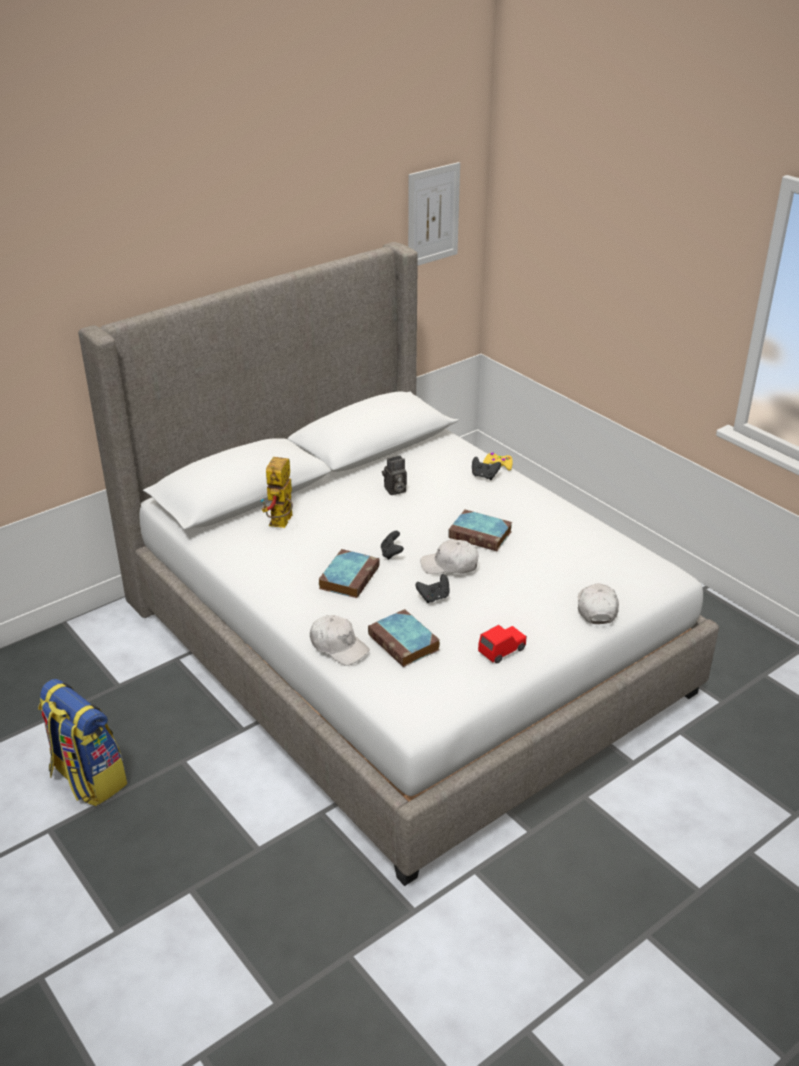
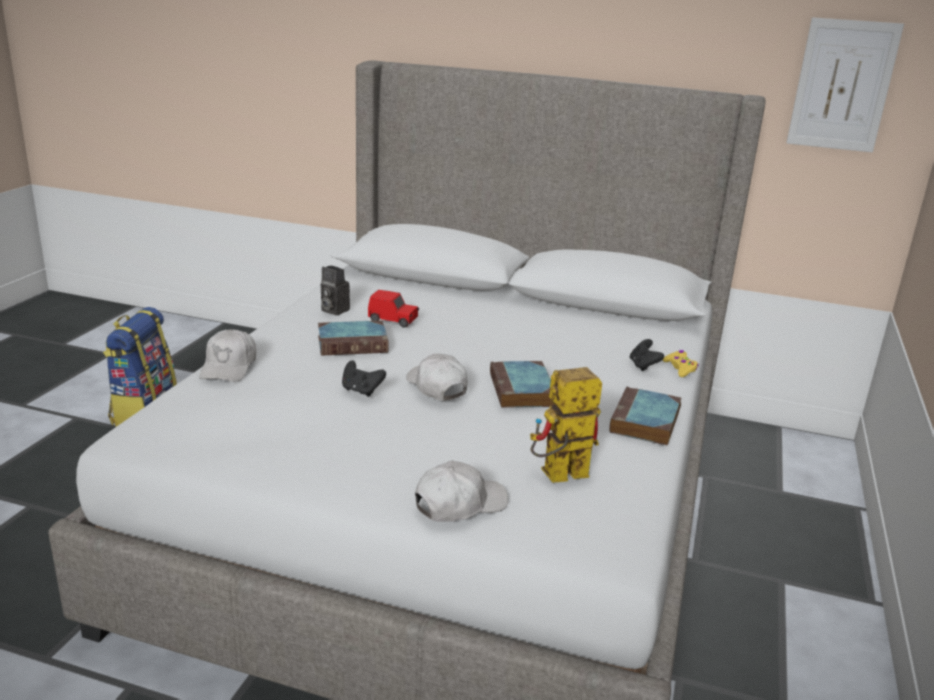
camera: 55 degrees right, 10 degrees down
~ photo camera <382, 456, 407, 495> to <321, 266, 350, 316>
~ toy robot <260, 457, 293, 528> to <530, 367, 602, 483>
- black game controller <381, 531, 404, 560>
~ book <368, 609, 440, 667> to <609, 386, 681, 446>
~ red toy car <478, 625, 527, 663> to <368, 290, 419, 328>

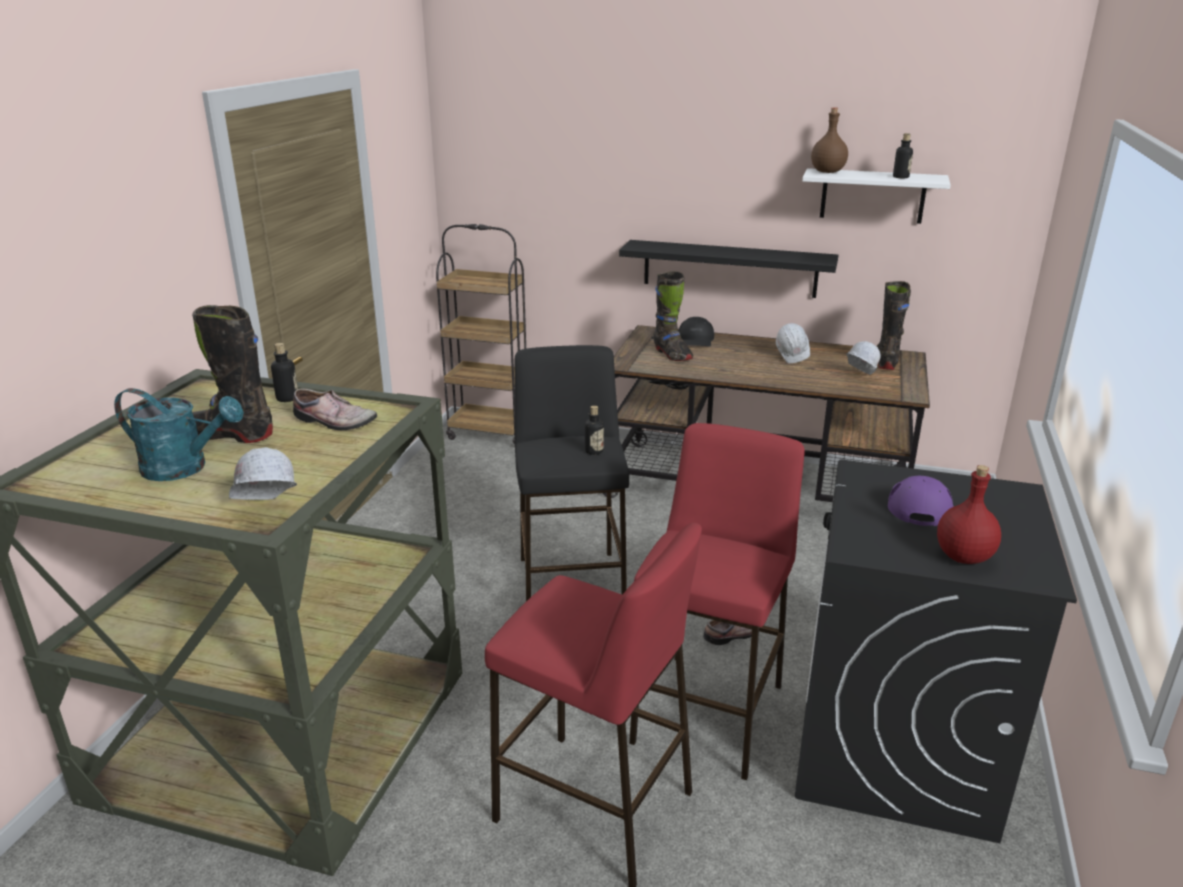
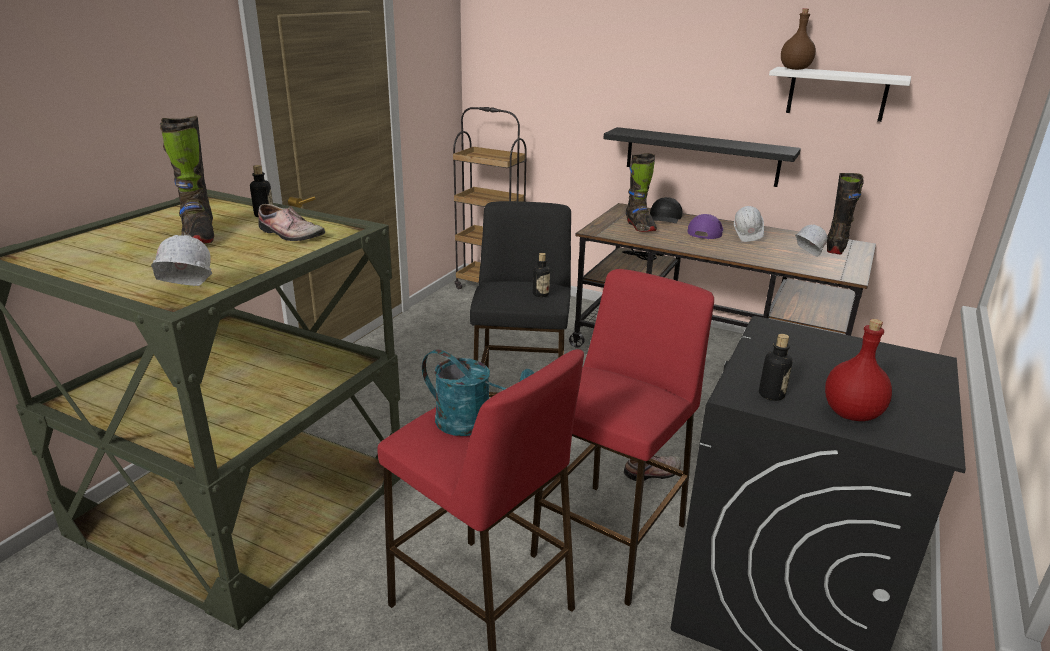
camera: 10 degrees right, 0 degrees up
~ bottle <893, 133, 913, 178> to <759, 334, 792, 401>
~ black boot <192, 305, 273, 443> = <160, 116, 214, 243> 135 degrees counterclockwise
~ turquoise watering can <114, 388, 244, 481> to <422, 349, 534, 436>
~ purple cap <888, 476, 953, 526> to <687, 214, 723, 239>

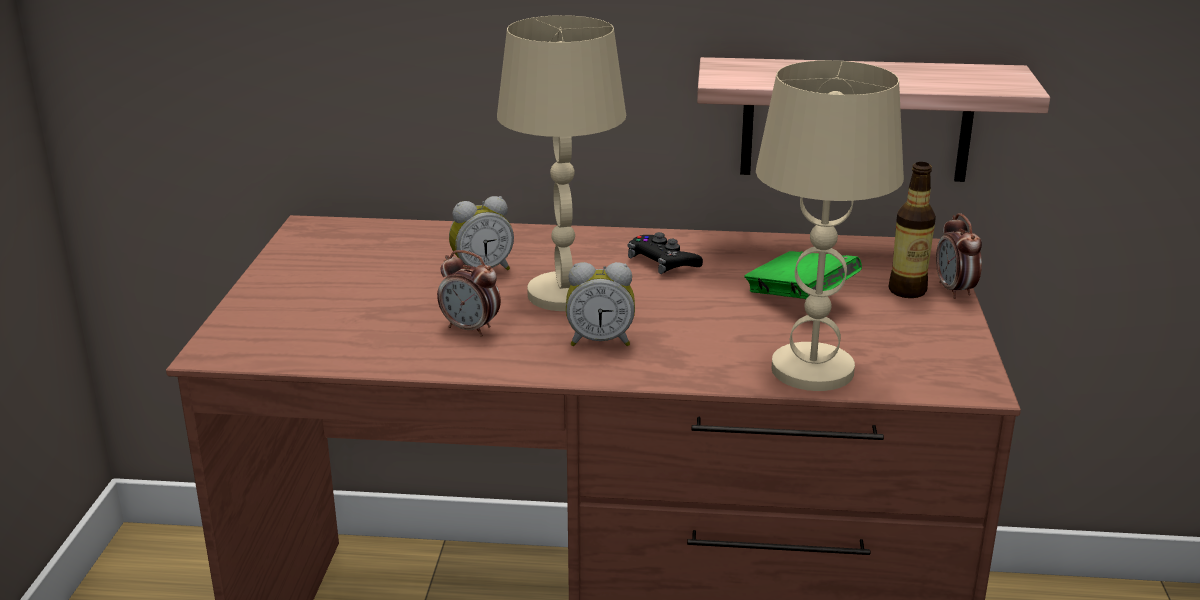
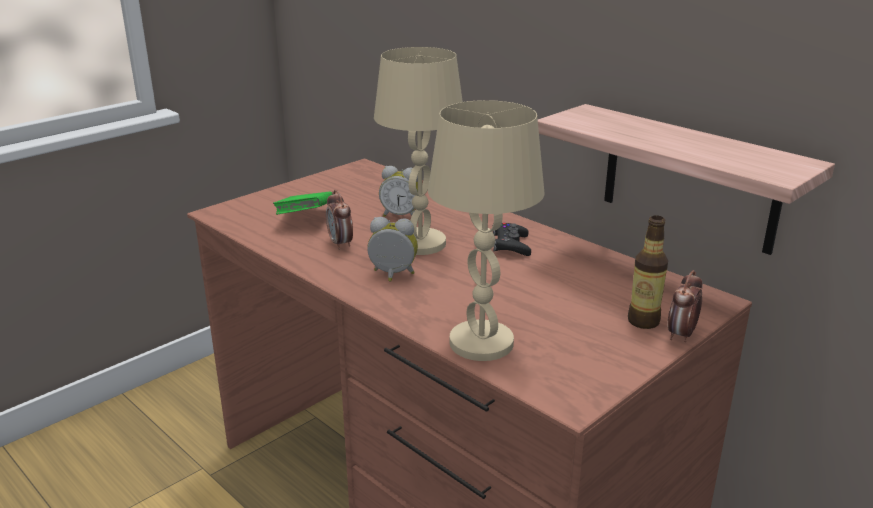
camera: 40 degrees right, 0 degrees up
~ green book <744, 251, 862, 299> to <273, 192, 333, 215>
~ alarm clock <566, 262, 635, 346> = <367, 217, 418, 281> 150 degrees clockwise

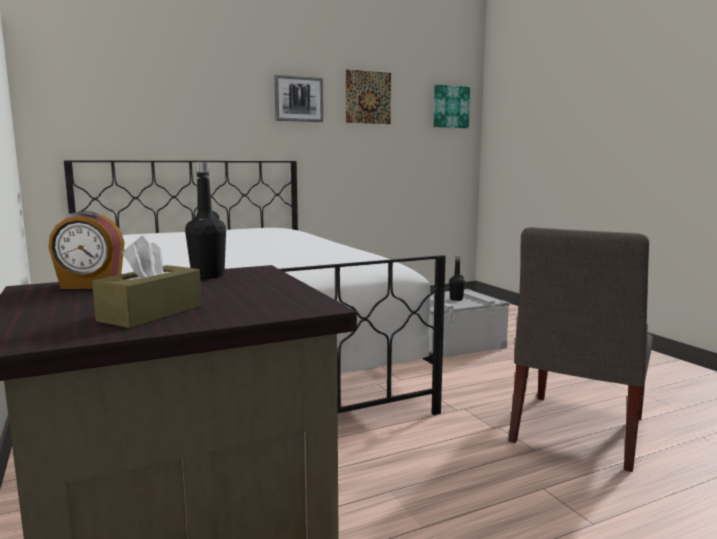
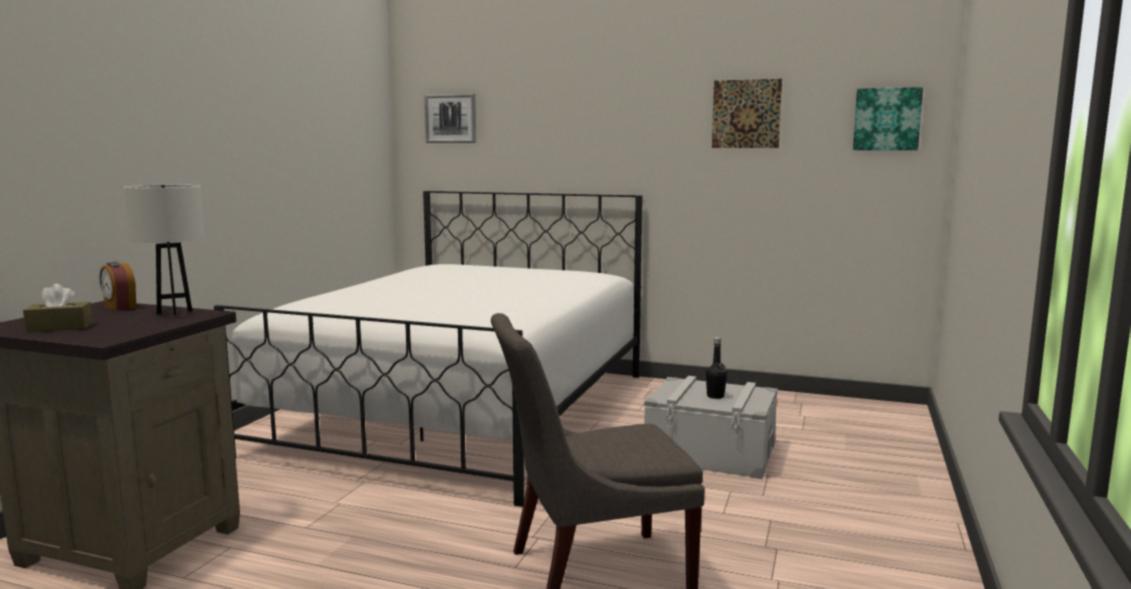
camera: 45 degrees right, 0 degrees up
~ picture <274, 75, 323, 122> to <424, 94, 476, 143>
~ black bottle <185, 162, 226, 279> to white table lamp <124, 185, 205, 316>

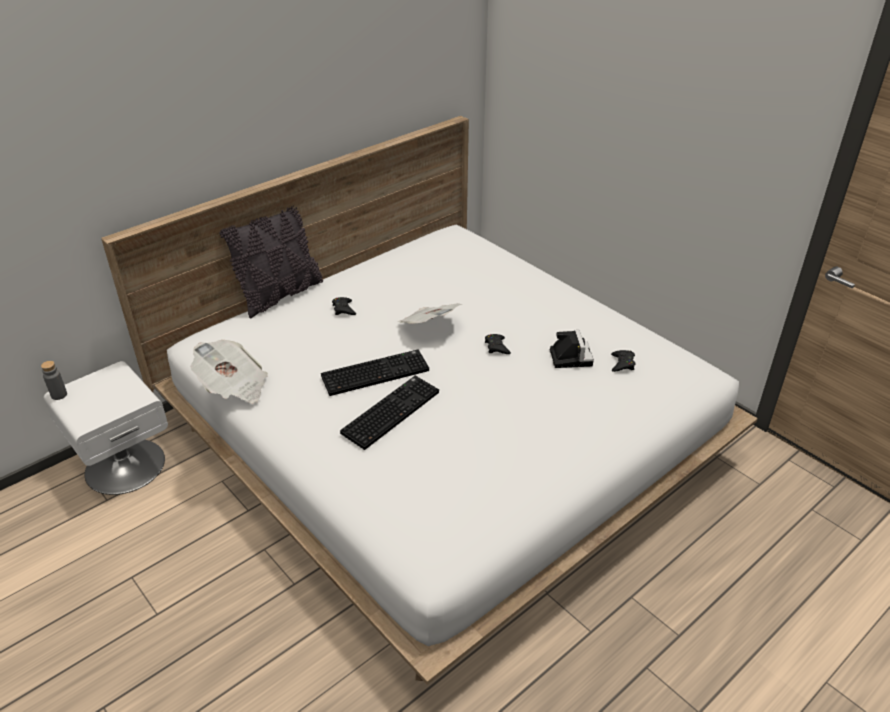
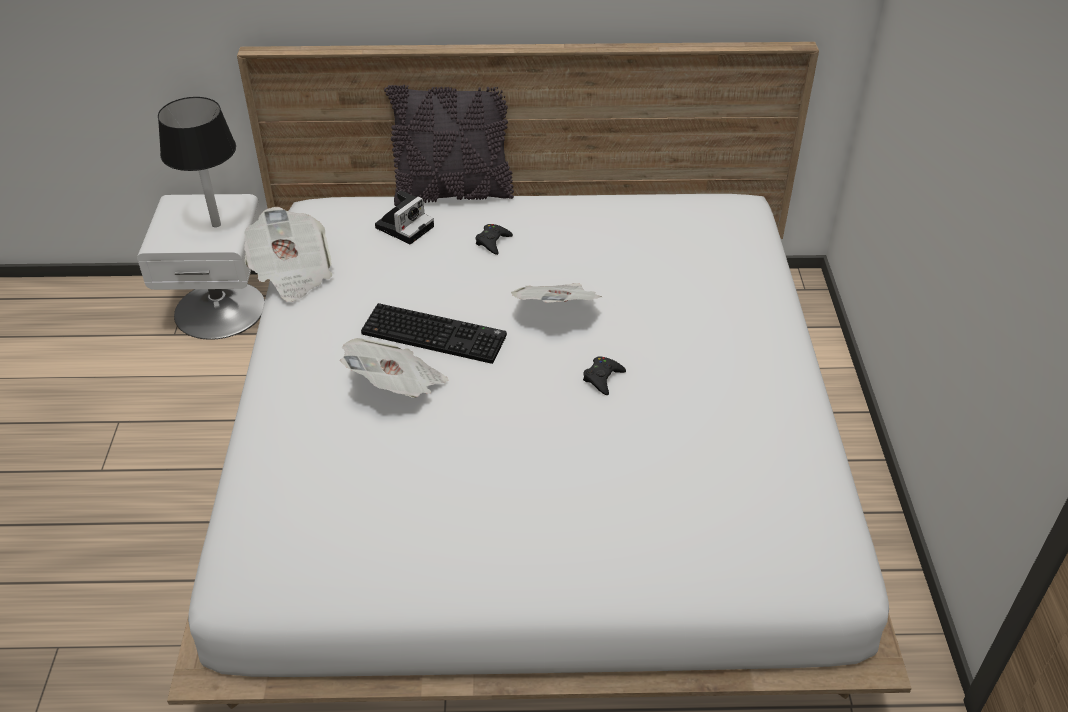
camera: 40 degrees right, 5 degrees up
~ photo camera <550, 330, 594, 368> to <375, 191, 434, 245>
- black game controller <611, 350, 635, 372>
- grey bottle <41, 361, 67, 400>
~ keyboard <340, 376, 439, 450> to newspaper <340, 338, 448, 398>
+ black table lamp <158, 97, 236, 227>

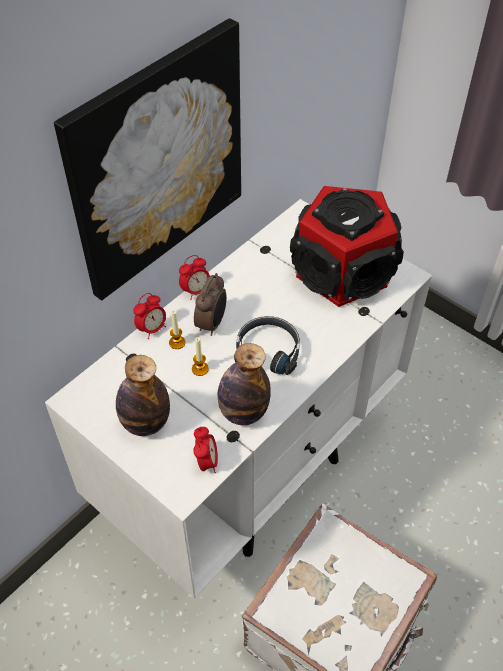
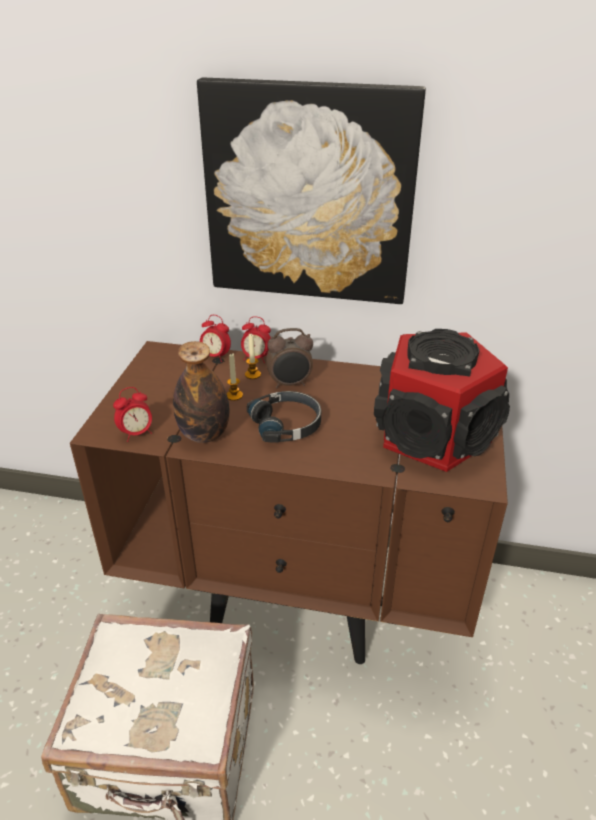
camera: 60 degrees right, 15 degrees down
~ white dresser <45, 199, 432, 598> to brown dresser <70, 341, 508, 664>
~ alarm clock <179, 255, 210, 300> to <200, 315, 231, 362>
- bottle <116, 355, 170, 436>

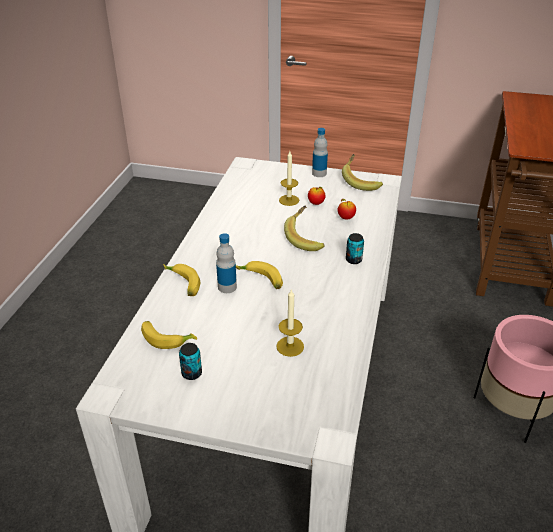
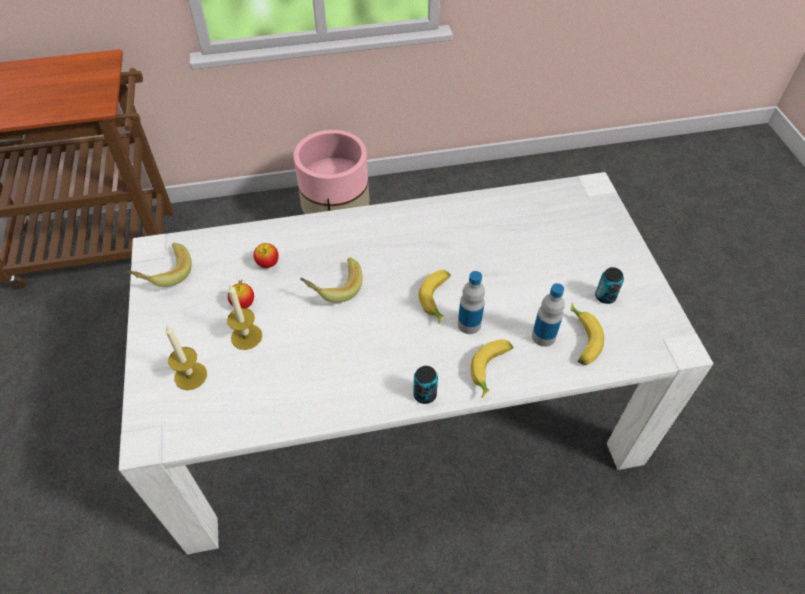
camera: 115 degrees left, 15 degrees up
~ bottle <312, 128, 328, 177> to <532, 283, 565, 347>
~ can <346, 233, 364, 264> to <413, 366, 438, 404>
~ candle <276, 289, 304, 357> to <165, 325, 207, 390>

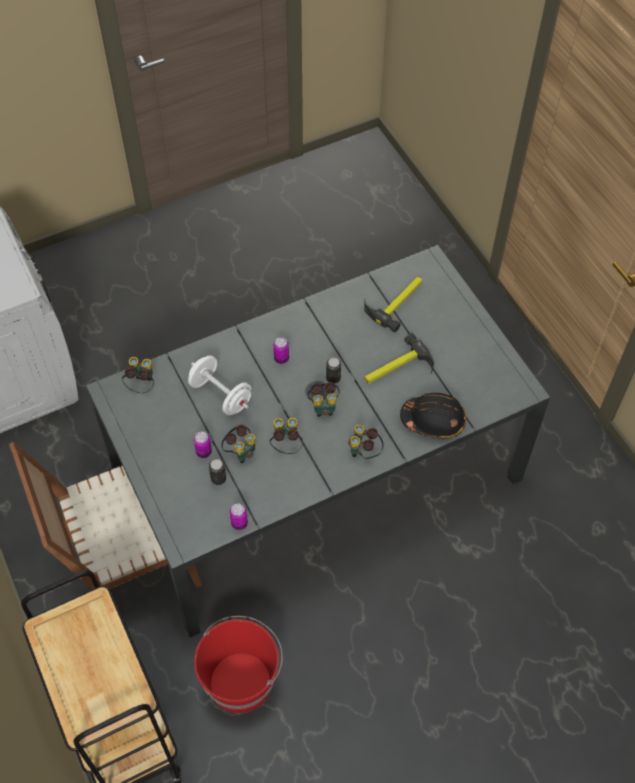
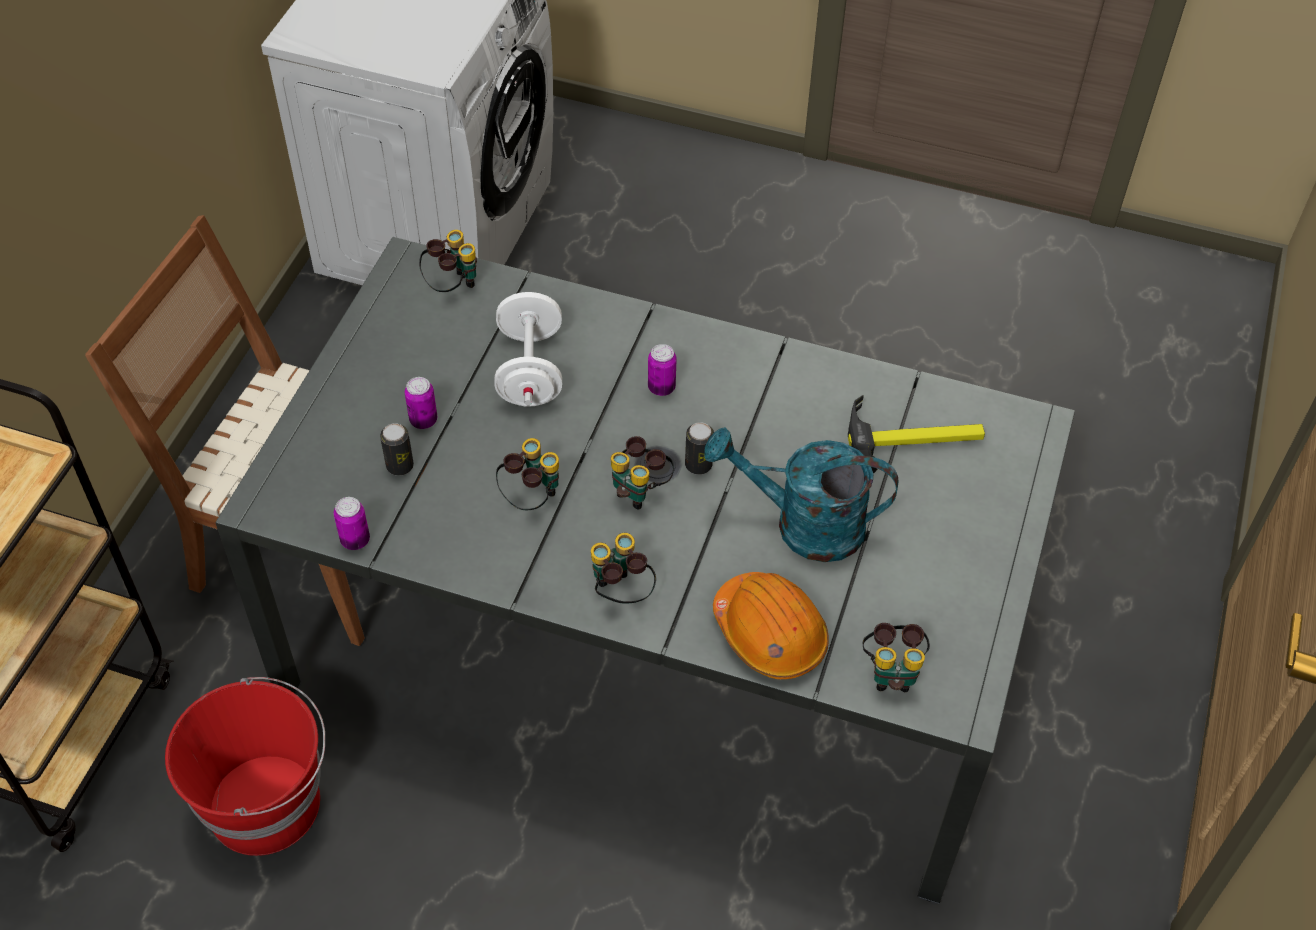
camera: 45 degrees right, 5 degrees down
~ hammer <364, 333, 434, 384> to turquoise watering can <704, 427, 899, 562>
~ black hard hat <400, 393, 466, 438> to orange hard hat <713, 572, 829, 679>
~ binoculars <221, 425, 255, 463> to <863, 623, 930, 692>

